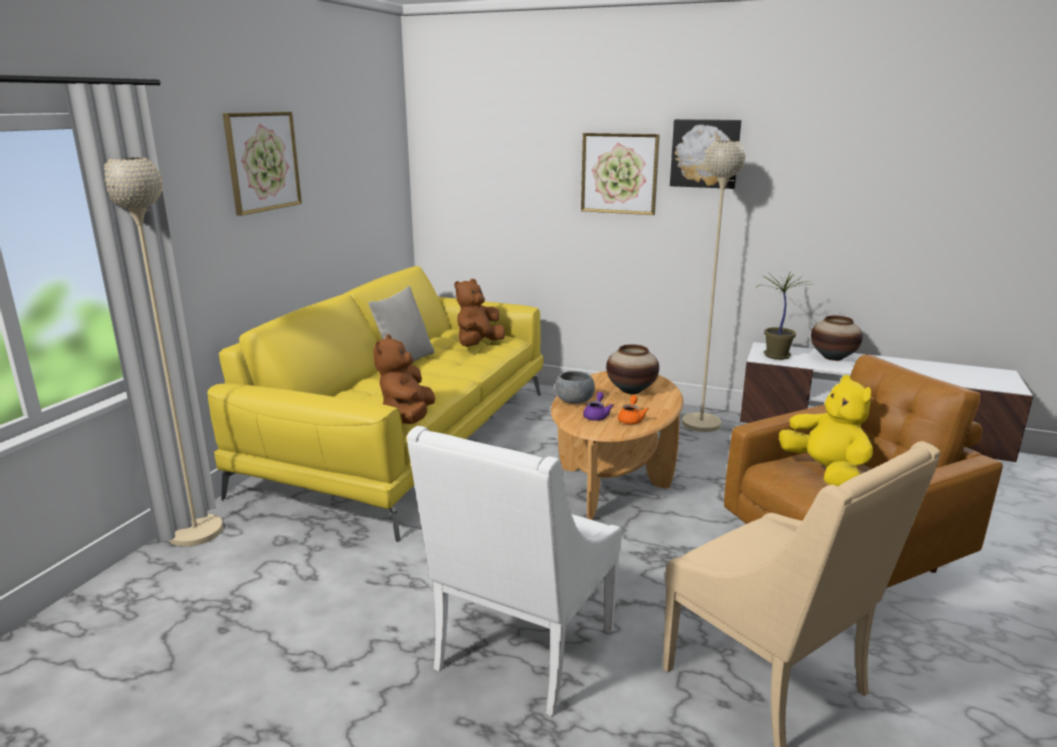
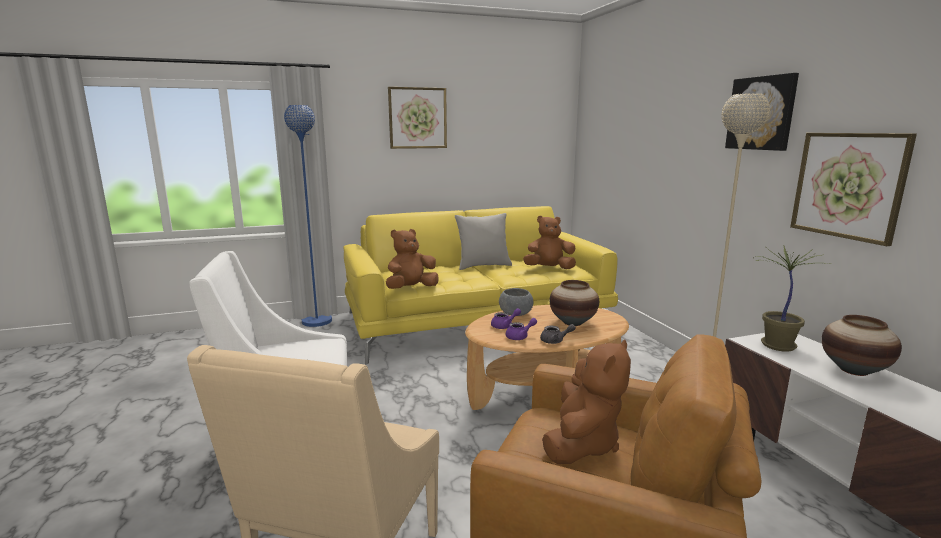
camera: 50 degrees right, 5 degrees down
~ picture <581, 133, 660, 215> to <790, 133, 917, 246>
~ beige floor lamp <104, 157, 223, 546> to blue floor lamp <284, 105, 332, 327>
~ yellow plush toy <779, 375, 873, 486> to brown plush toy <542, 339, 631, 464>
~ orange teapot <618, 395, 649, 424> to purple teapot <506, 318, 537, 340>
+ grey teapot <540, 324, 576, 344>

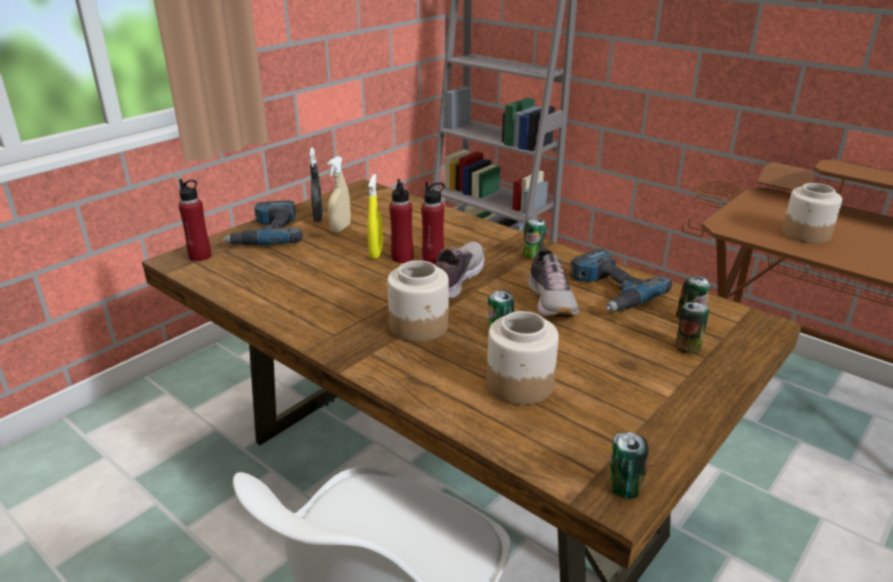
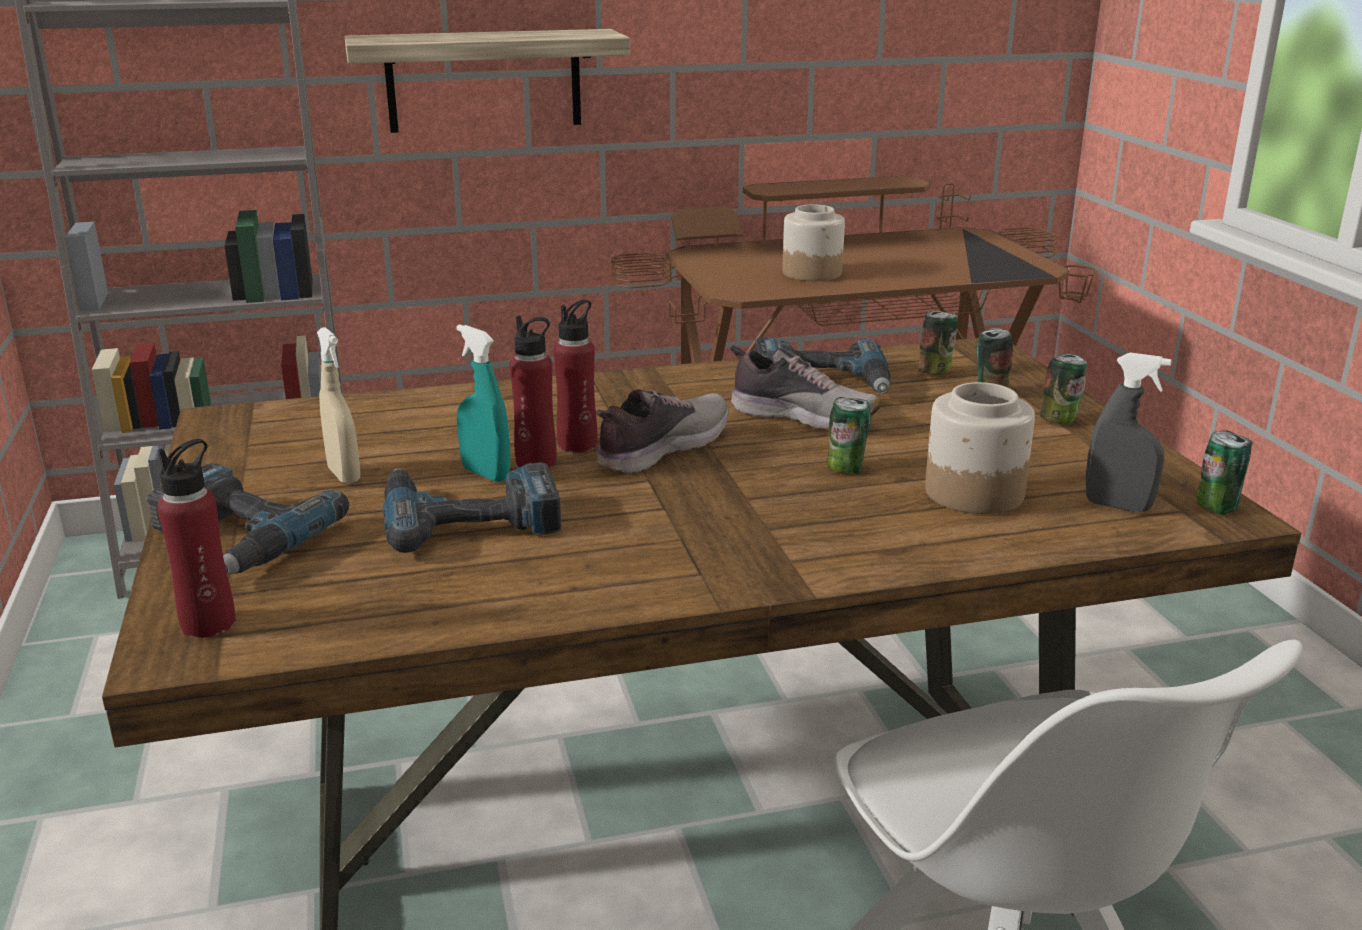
camera: 55 degrees left, 5 degrees down
~ grey spray bottle <309, 147, 323, 222> to <1086, 353, 1172, 512>
~ yellow spray bottle <368, 174, 383, 259> to turquoise spray bottle <456, 324, 510, 482>
~ can <523, 218, 547, 258> to <1039, 354, 1087, 424>
~ shoe <435, 241, 485, 299> = <596, 389, 728, 473> 75 degrees clockwise
- jar <387, 260, 449, 342>
+ shelf <345, 29, 630, 133>
+ power drill <383, 462, 561, 553>

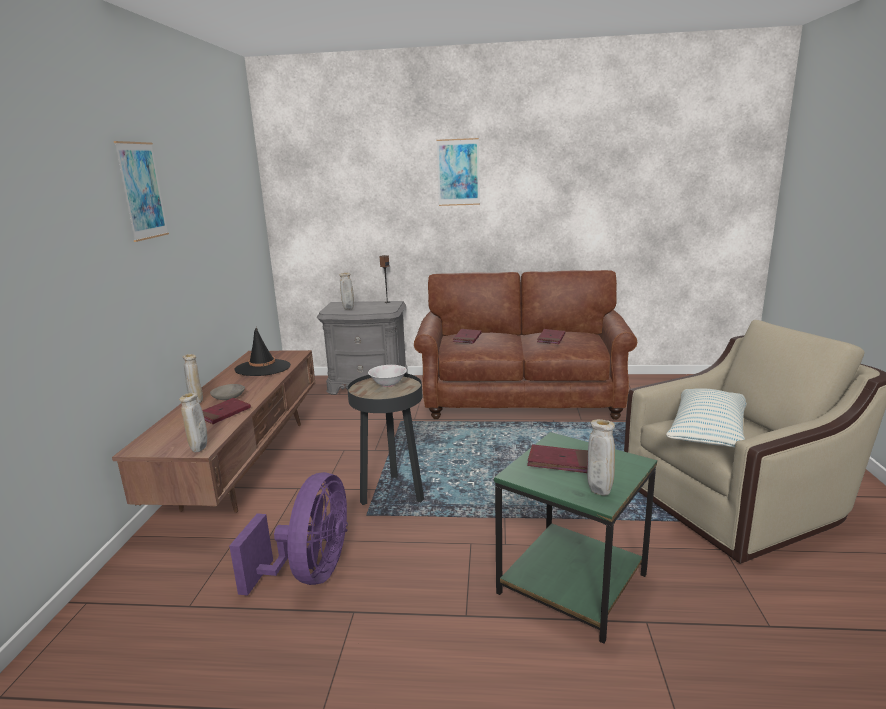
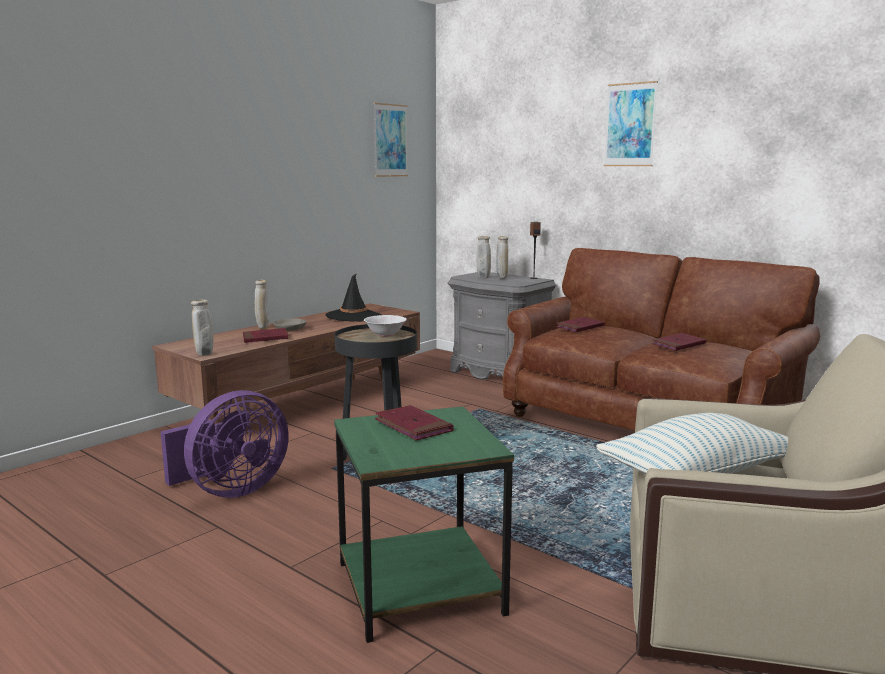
camera: 35 degrees right, 5 degrees down
~ picture <114, 141, 169, 242> to <373, 103, 408, 177>
~ beige vase <587, 419, 615, 496> to <496, 236, 509, 279>

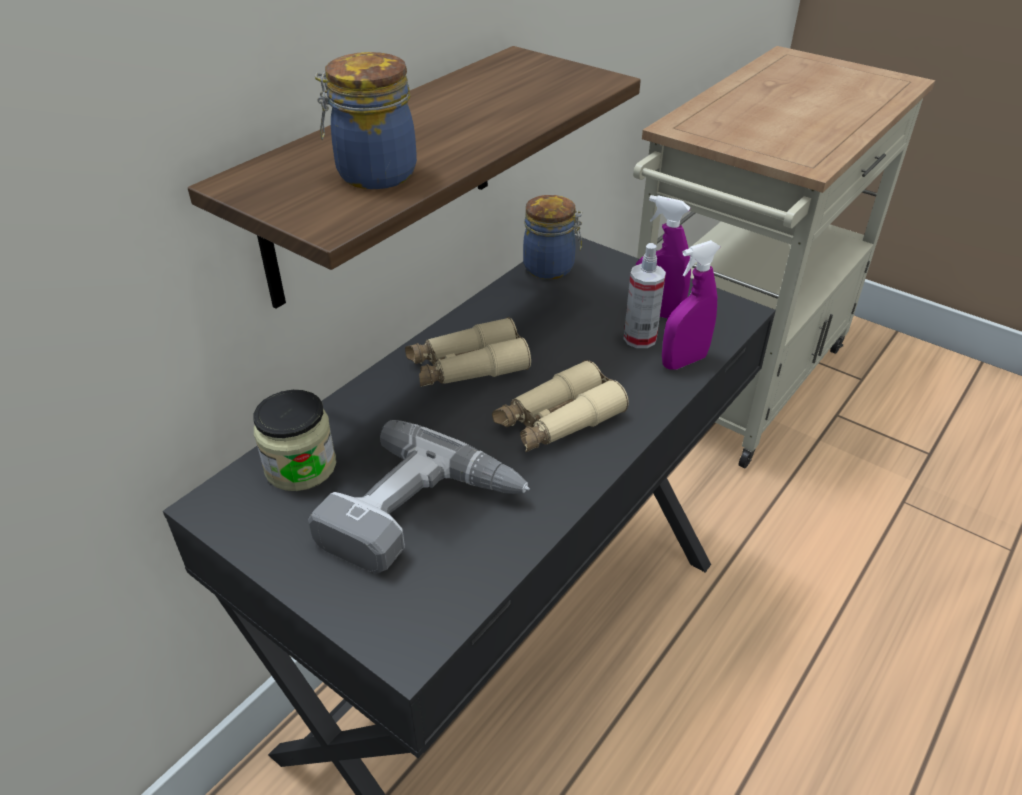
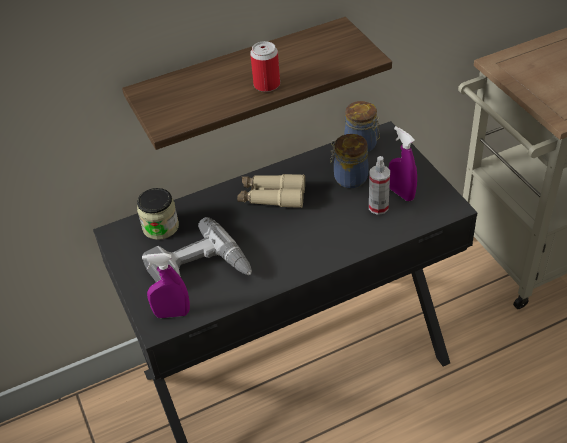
camera: 30 degrees right, 5 degrees up
~ jar <315, 52, 417, 189> to <330, 134, 369, 188>
~ purple spray bottle <662, 240, 721, 370> to <142, 253, 190, 318>
- beige binoculars <492, 360, 629, 452>
+ can <250, 41, 280, 92>

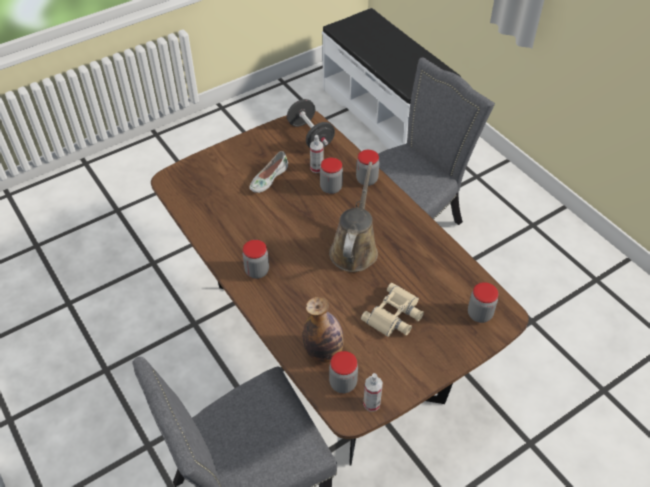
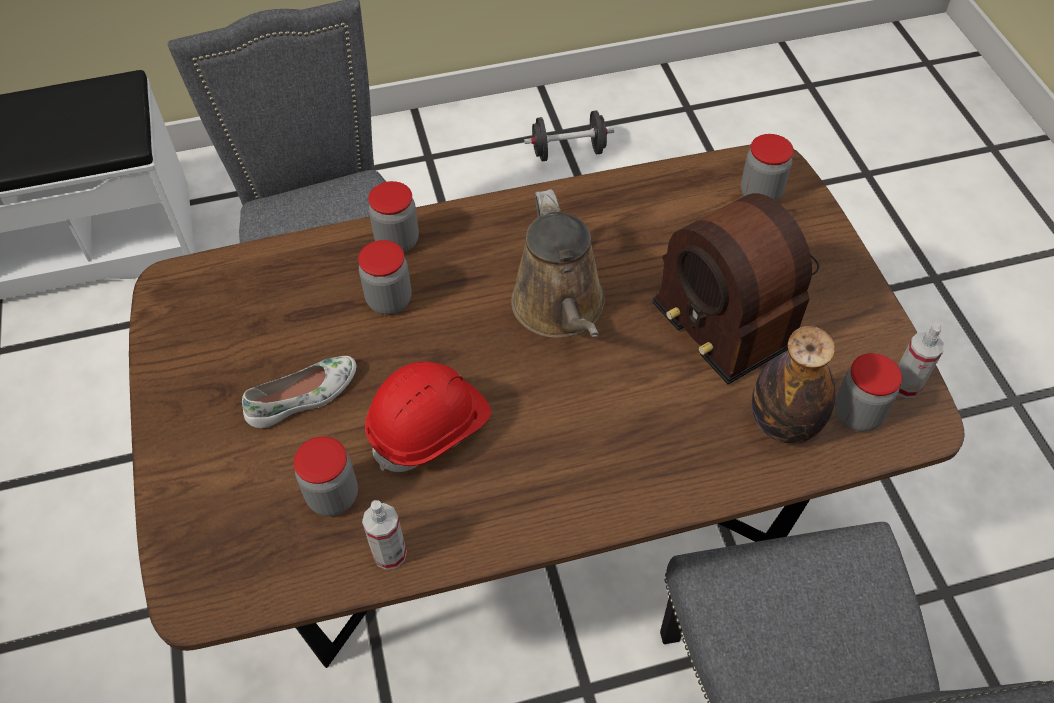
camera: 70 degrees left, 5 degrees up
~ black dumbbell <287, 99, 335, 148> to <524, 110, 614, 161>
~ spray bottle <310, 135, 323, 173> to <362, 500, 407, 570>
~ white shoe <249, 151, 288, 193> = <242, 356, 356, 428> 90 degrees counterclockwise
~ brown watering can <329, 162, 378, 272> = <511, 189, 605, 338> 135 degrees counterclockwise
~ jar <243, 240, 269, 279> to <294, 436, 358, 516>
~ beige binoculars <361, 283, 424, 337> to radio <652, 193, 819, 384>
+ red hard hat <365, 361, 491, 472>

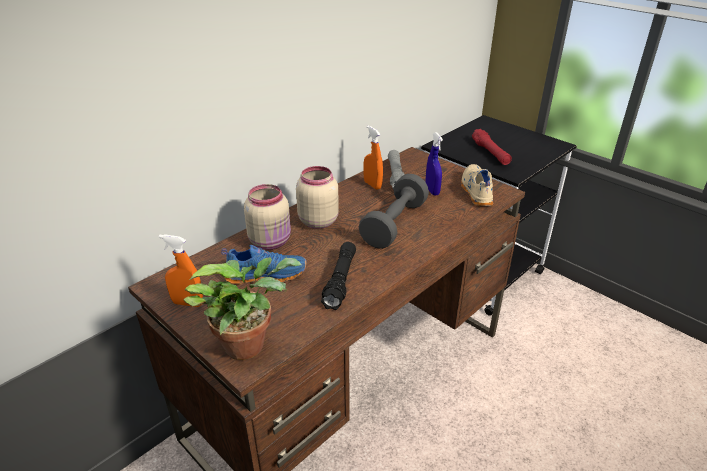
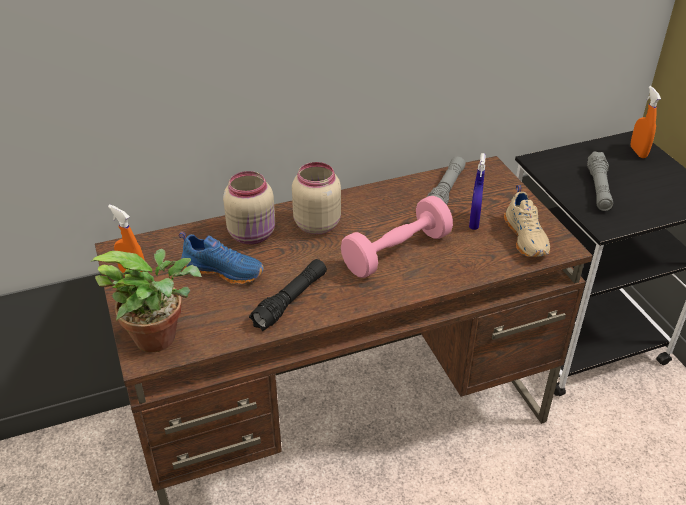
camera: 25 degrees right, 5 degrees up
~ orange spray bottle <363, 126, 383, 190> to <630, 86, 661, 158>
~ red flashlight <472, 129, 512, 165> to grey flashlight <587, 151, 613, 211>
~ beige shoe <461, 164, 493, 206> = <504, 185, 550, 257> 150 degrees clockwise
~ grey dumbbell <359, 174, 429, 249> to pink dumbbell <341, 196, 453, 278>

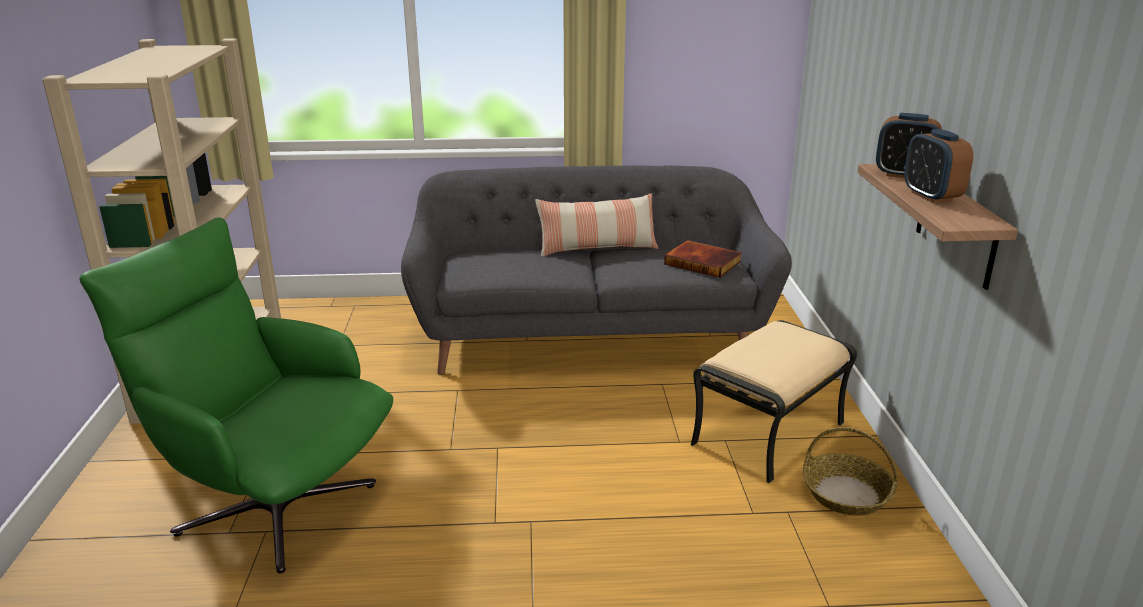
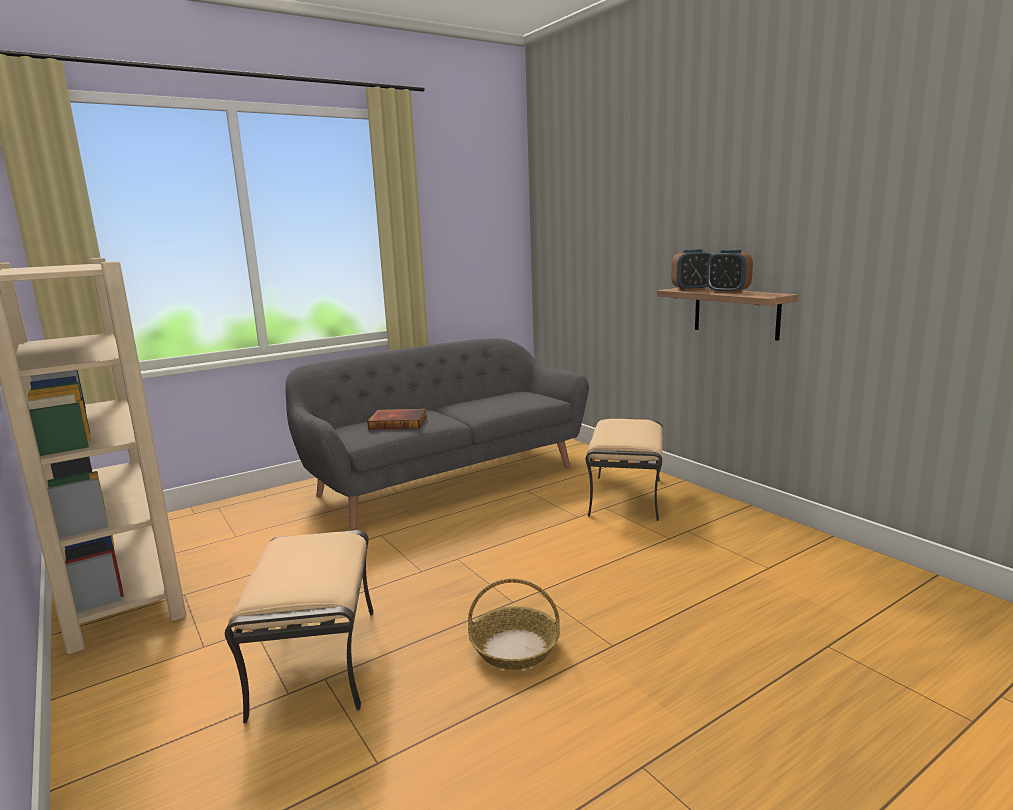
camera: 30 degrees left, 10 degrees down
- pillow <535, 193, 658, 256>
~ green armchair <79, 217, 393, 573> to beige ottoman <225, 530, 374, 724>
~ book <664, 240, 742, 278> to <367, 409, 427, 430>
~ basket <803, 427, 898, 516> to <468, 578, 560, 670>

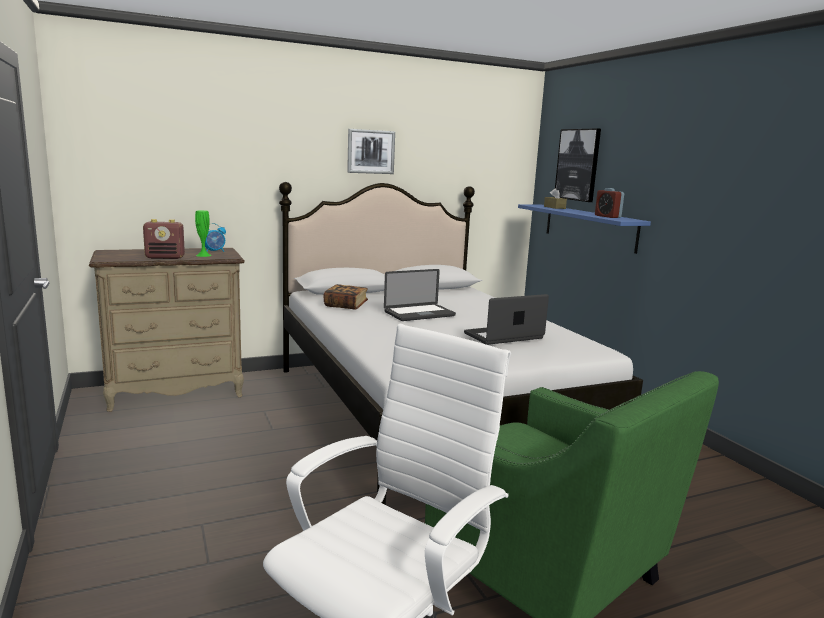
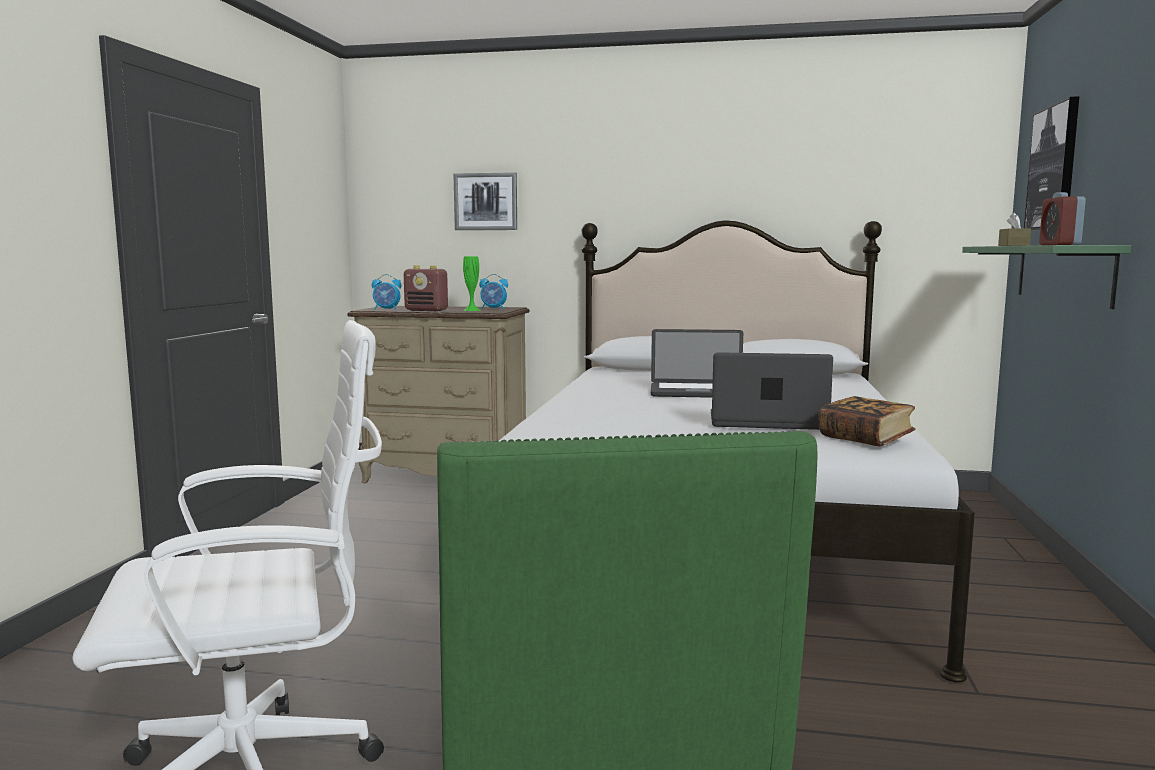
camera: 35 degrees right, 5 degrees down
~ picture <347, 129, 395, 174> to <454, 172, 517, 230>
~ blue shelf <518, 204, 651, 254> to green shelf <962, 245, 1132, 309>
~ book <323, 284, 368, 310> to <818, 396, 915, 447>
+ alarm clock <372, 274, 401, 310>

